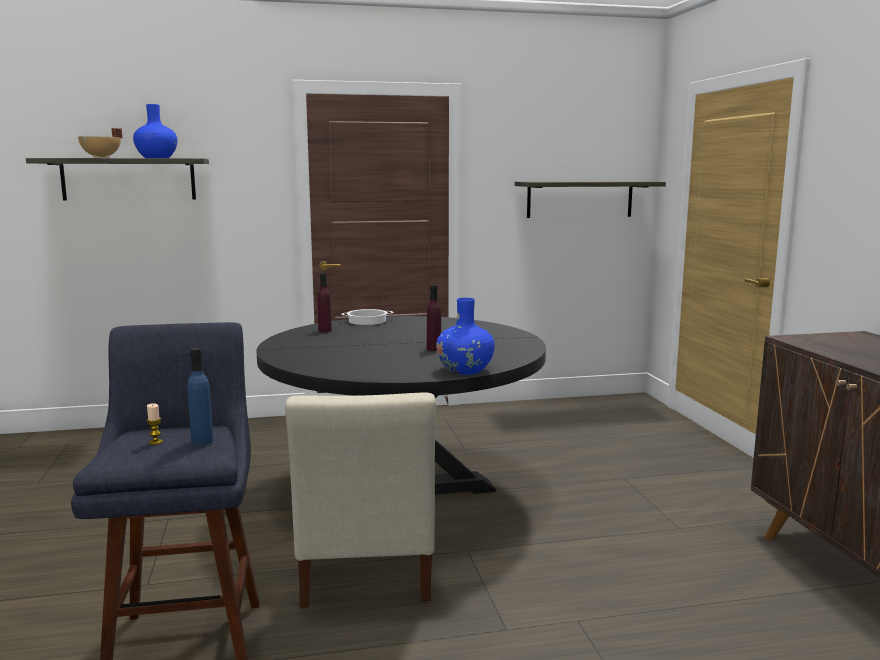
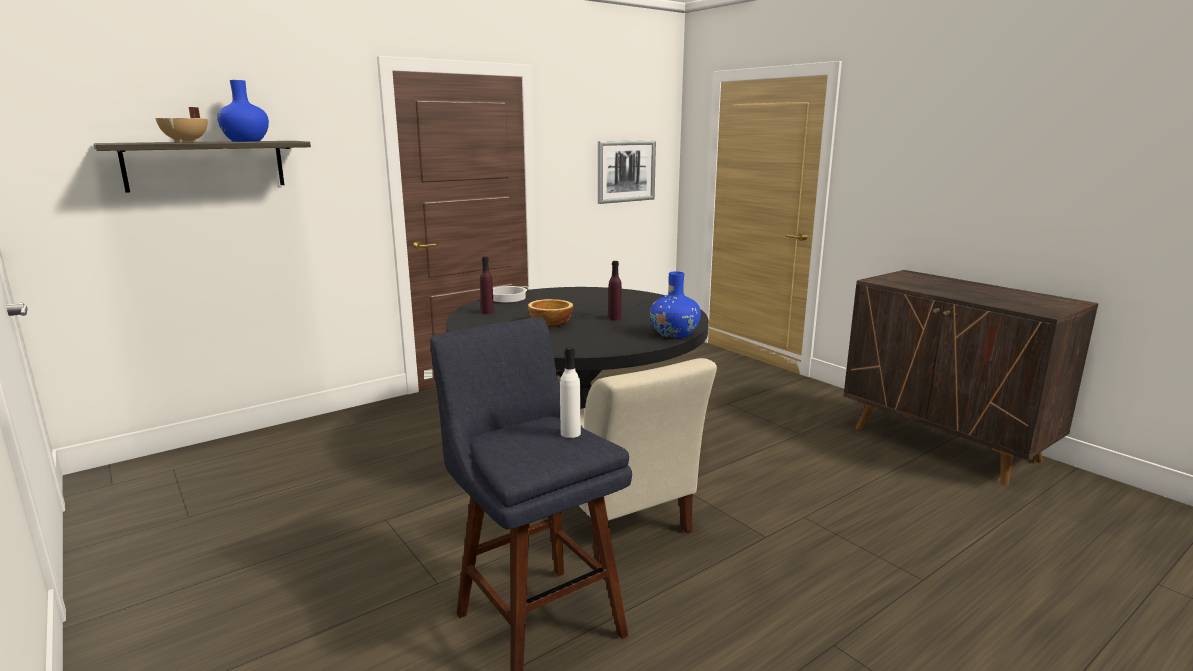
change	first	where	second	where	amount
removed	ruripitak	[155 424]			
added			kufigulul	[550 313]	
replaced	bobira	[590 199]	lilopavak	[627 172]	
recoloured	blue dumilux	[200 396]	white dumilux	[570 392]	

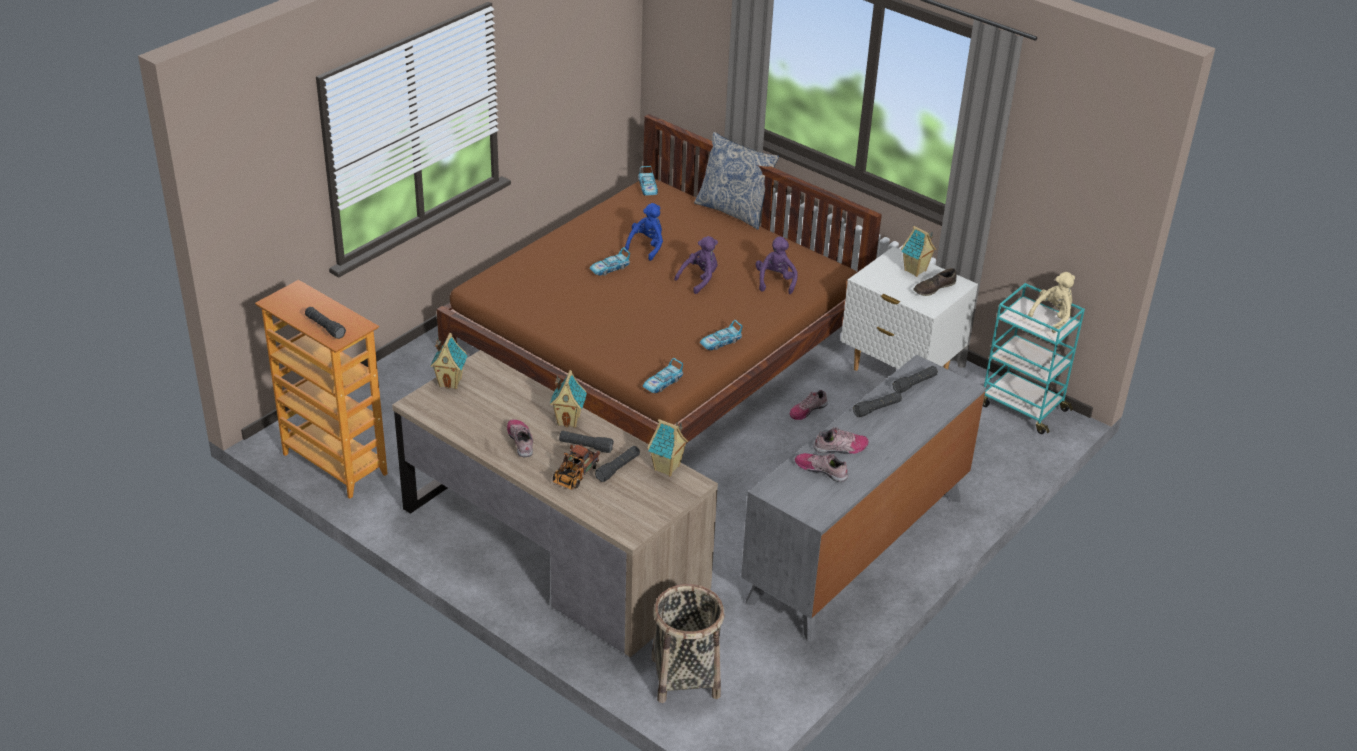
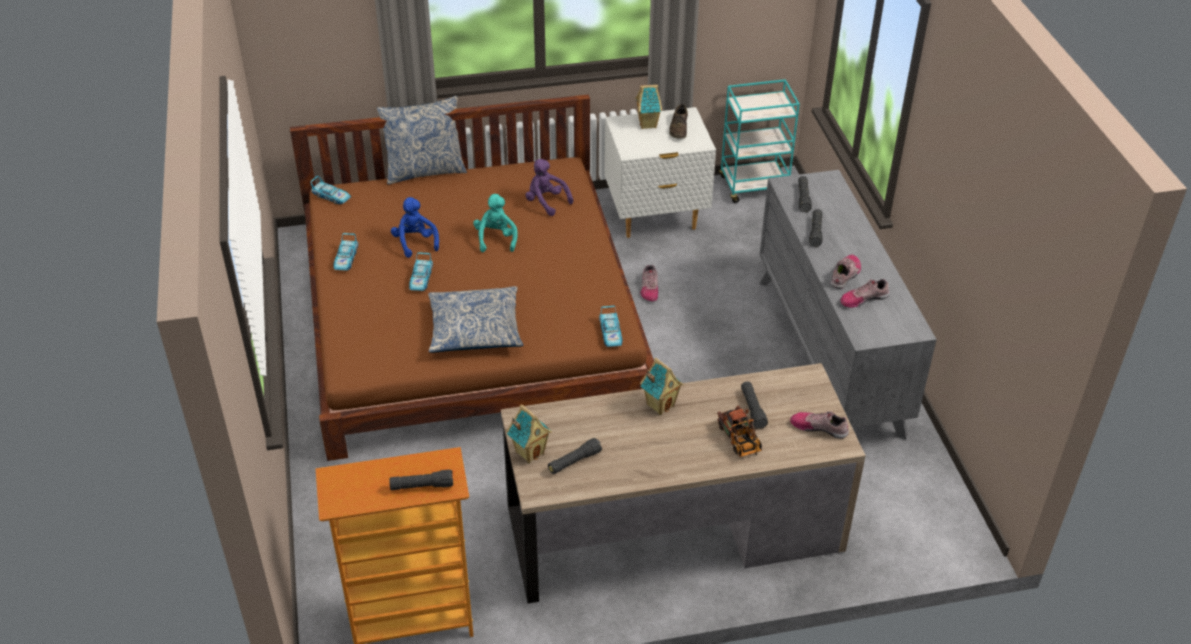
change	first	where	second	where	amount
removed	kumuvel	[667 447]			
removed	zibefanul	[687 643]			
removed	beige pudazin	[1051 302]			
added			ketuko	[475 319]	
moved	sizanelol	[520 438]		[819 425]	
moved	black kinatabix	[586 442]		[575 456]	
moved	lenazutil	[721 335]		[345 252]	
recoloured	purple pudazin	[696 265]	turquoise pudazin	[495 223]	

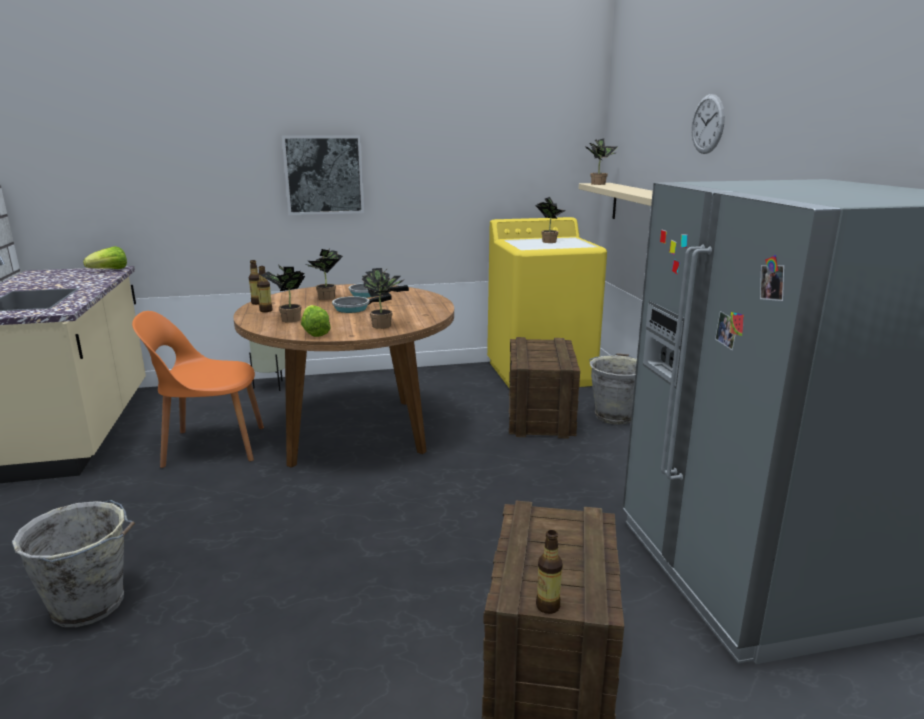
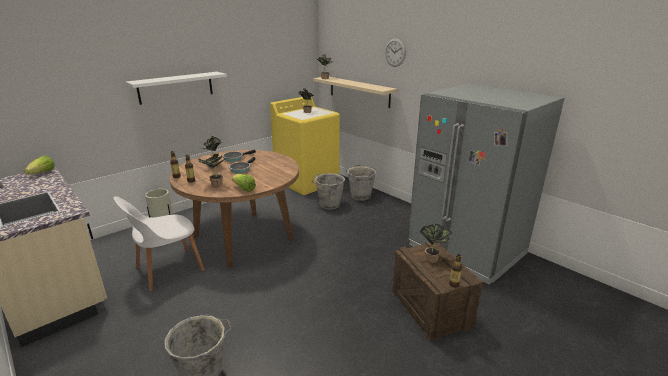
change	first	where	second	where	amount
moved	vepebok	[382 298]		[437 243]	
replaced	lilopavak	[323 175]	white bobira	[176 88]	
replaced	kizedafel	[544 388]	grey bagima	[328 191]	
recoloured	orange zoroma	[198 389]	white zoroma	[159 244]	

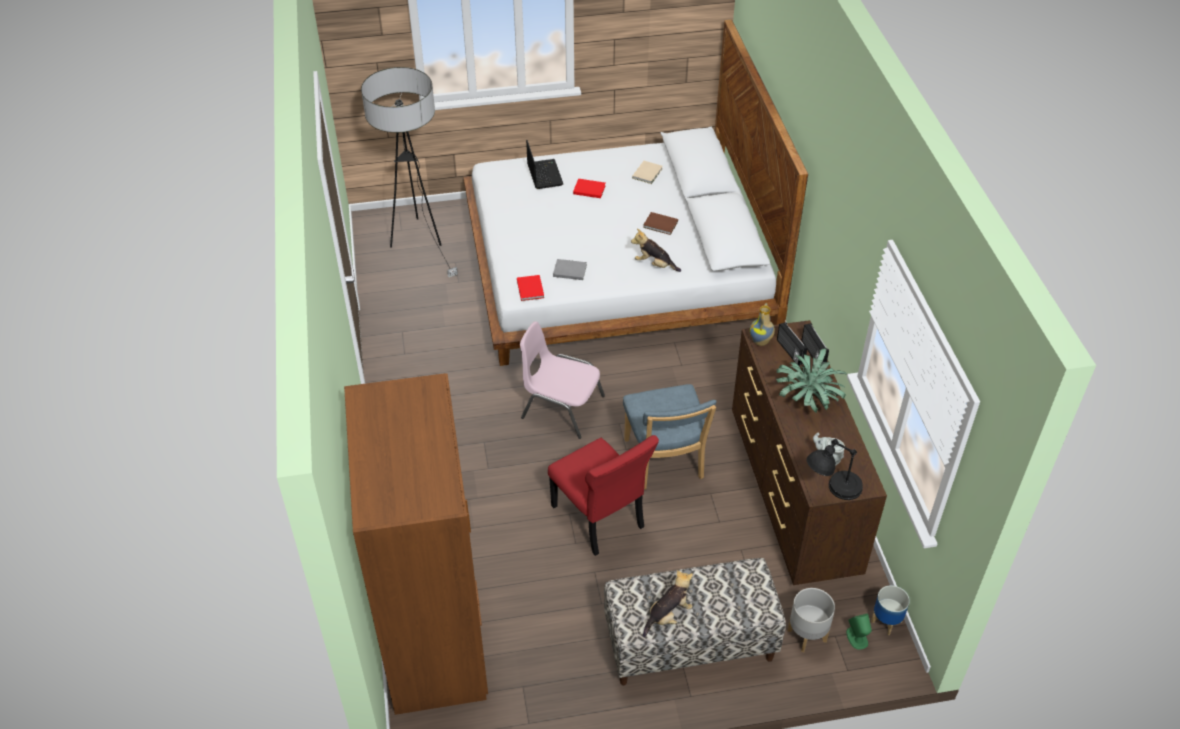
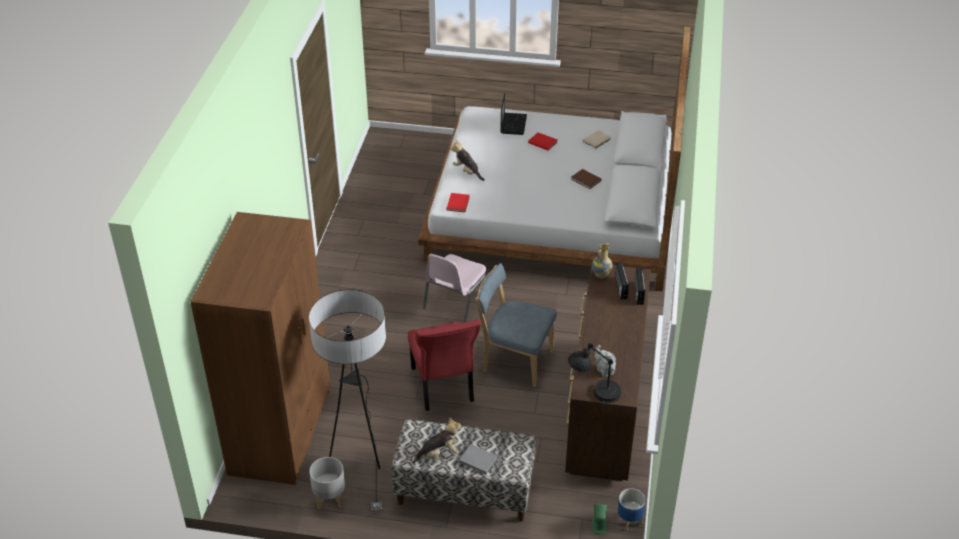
change	first	where	second	where	amount
removed	vepebok	[811 380]			
moved	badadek	[409 172]		[347 400]	
moved	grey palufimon	[570 269]		[478 459]	
moved	pudazin	[656 250]		[467 160]	
moved	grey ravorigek	[811 620]		[327 483]	
turned	pink zoroma	[562 380]		[455 288]	105 degrees counterclockwise
turned	blue zoroma	[669 437]		[516 325]	105 degrees clockwise

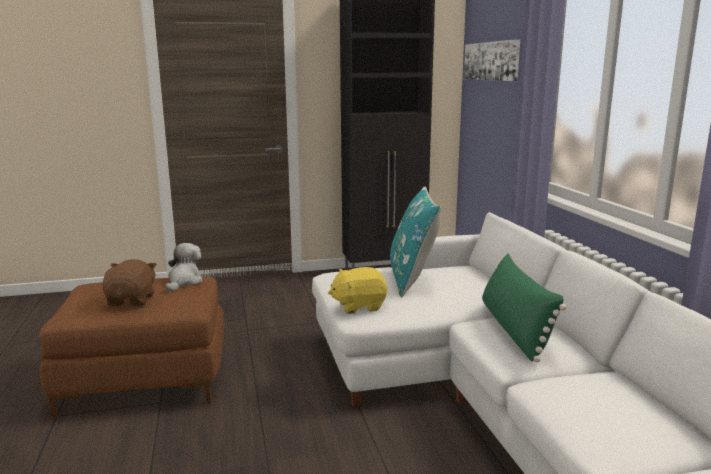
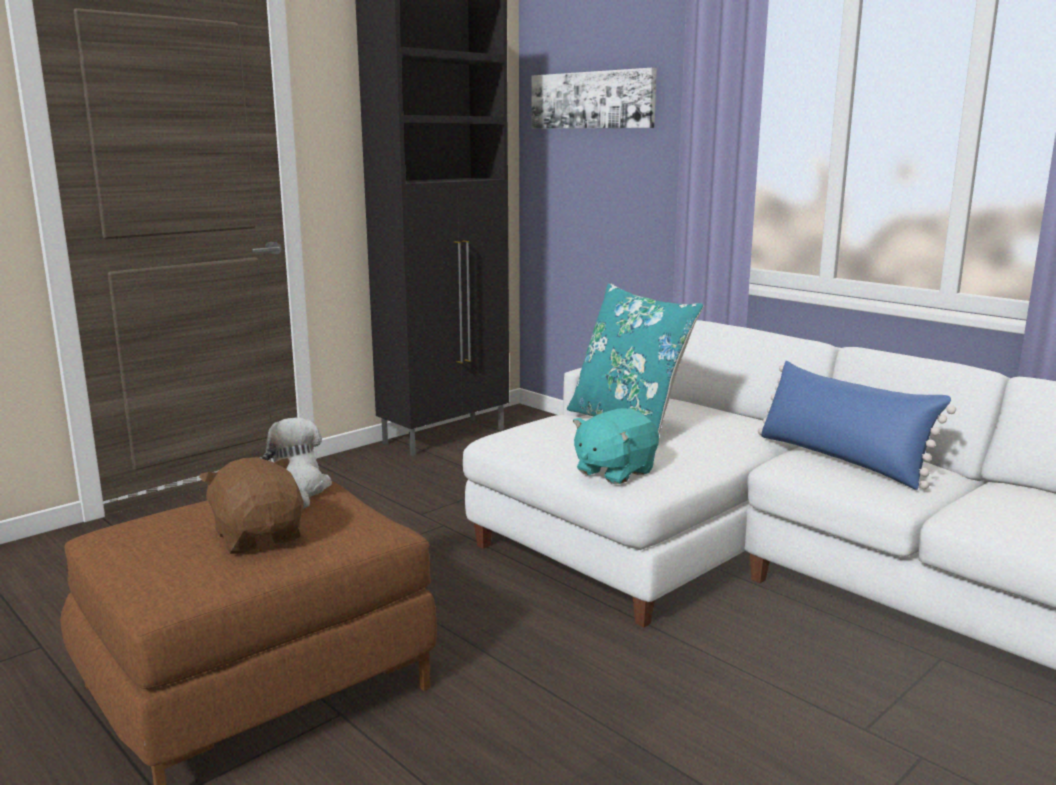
change	first	where	second	where	amount
recoloured	yellow pudazin	[357 290]	turquoise pudazin	[616 446]	
recoloured	green ketuko	[524 308]	blue ketuko	[857 425]	

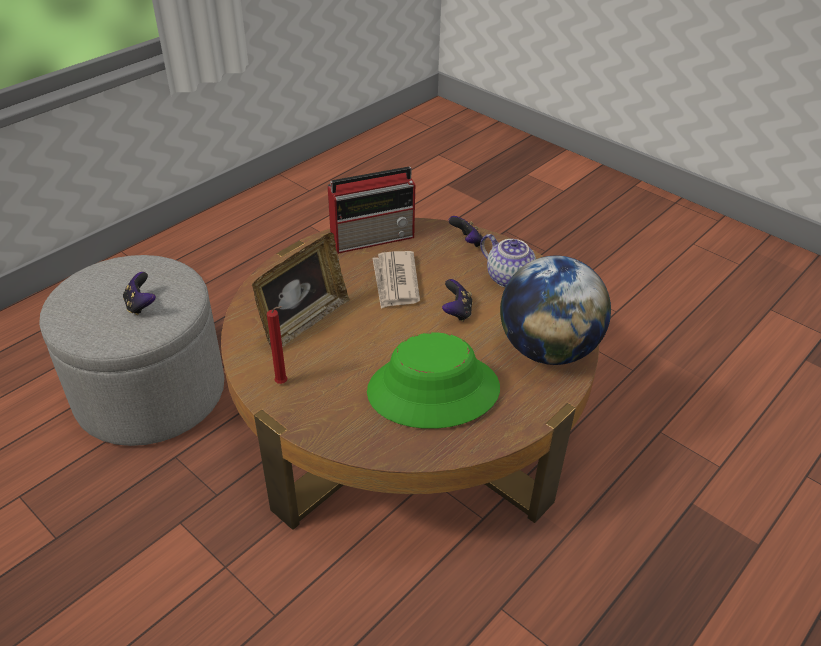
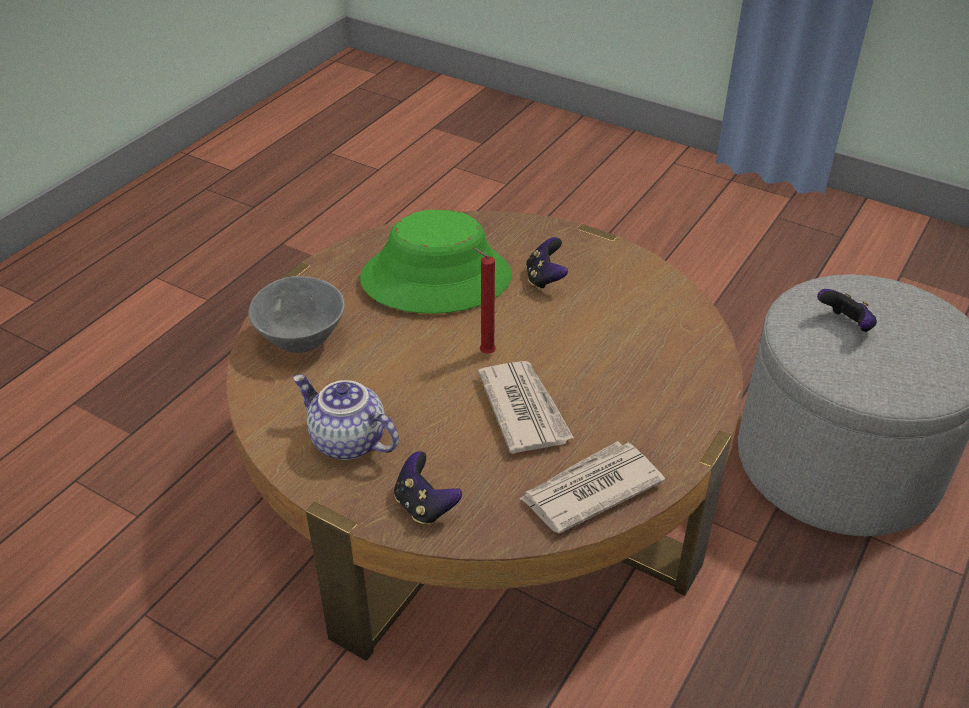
change	first	where	second	where	amount
removed	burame	[301 291]			
moved	red ruripitak	[277 345]		[484 301]	
moved	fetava	[457 300]		[547 263]	
replaced	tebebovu	[372 210]	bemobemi	[592 487]	
replaced	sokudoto	[555 310]	grey kufigulul	[296 314]	

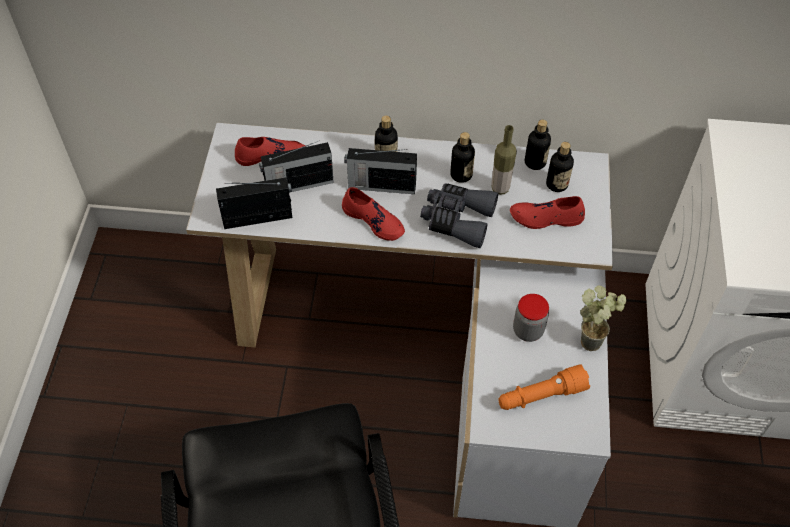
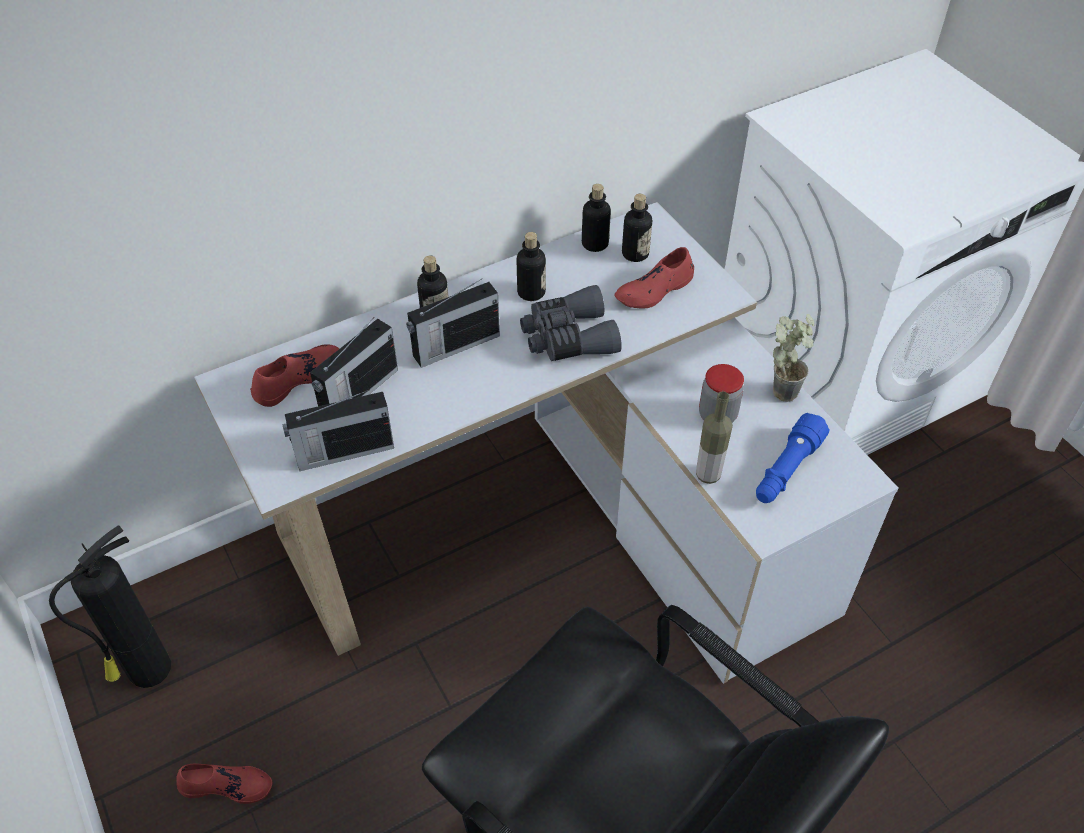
change	first	where	second	where	amount
added			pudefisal	[110 606]	
moved	red sizanelol	[373 214]		[224 784]	
moved	dumilux	[504 160]		[714 437]	
recoloured	orange kinatabix	[544 387]	blue kinatabix	[792 458]	
turned	tebebovu	[254 203]		[338 430]	150 degrees counterclockwise

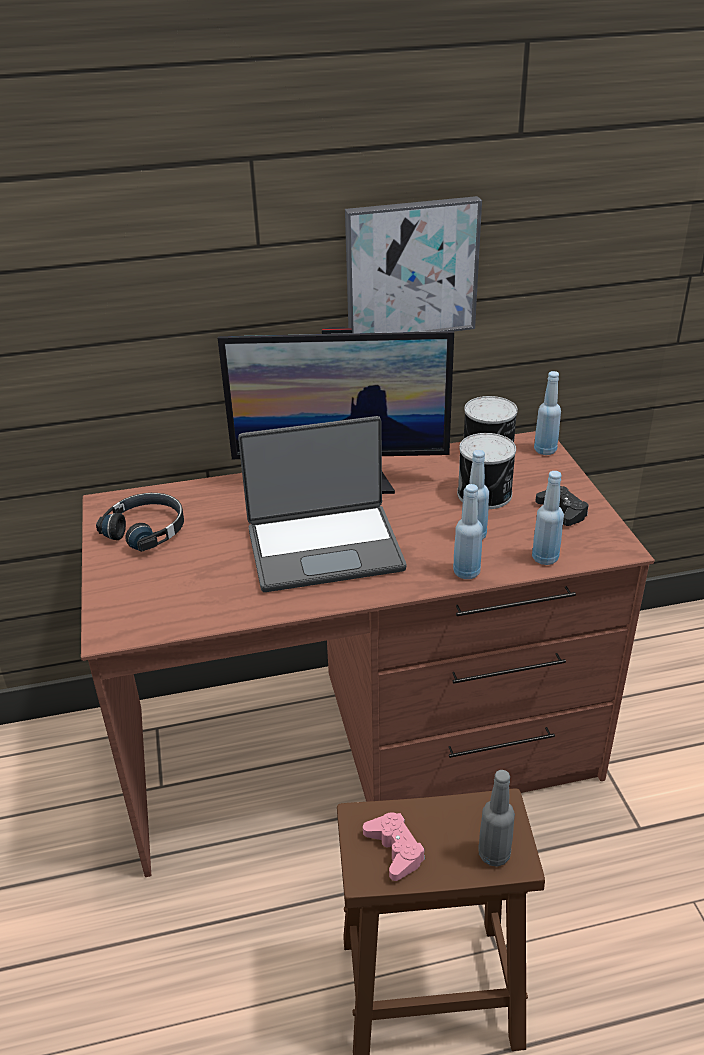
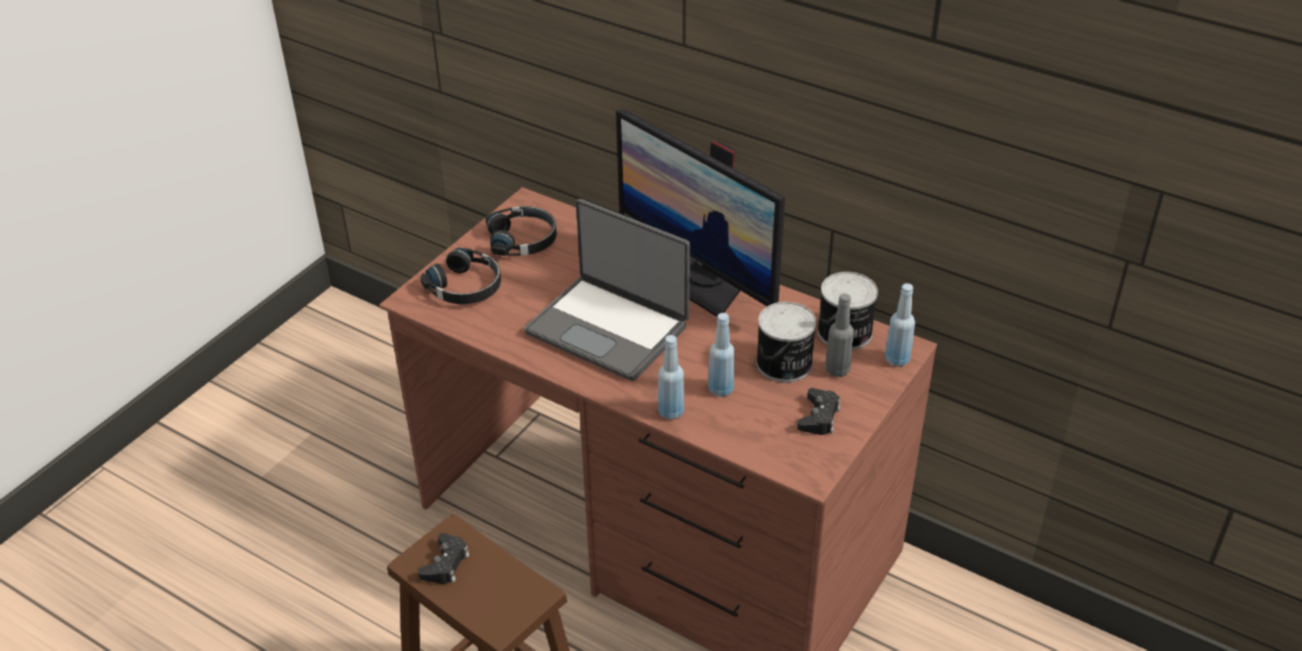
change	first	where	second	where	amount
removed	lilopavak	[413 264]			
removed	blue dumilux	[548 518]			
added			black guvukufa	[460 276]	
moved	grey dumilux	[496 818]		[839 335]	
recoloured	pink fetava	[394 846]	black fetava	[443 558]	

